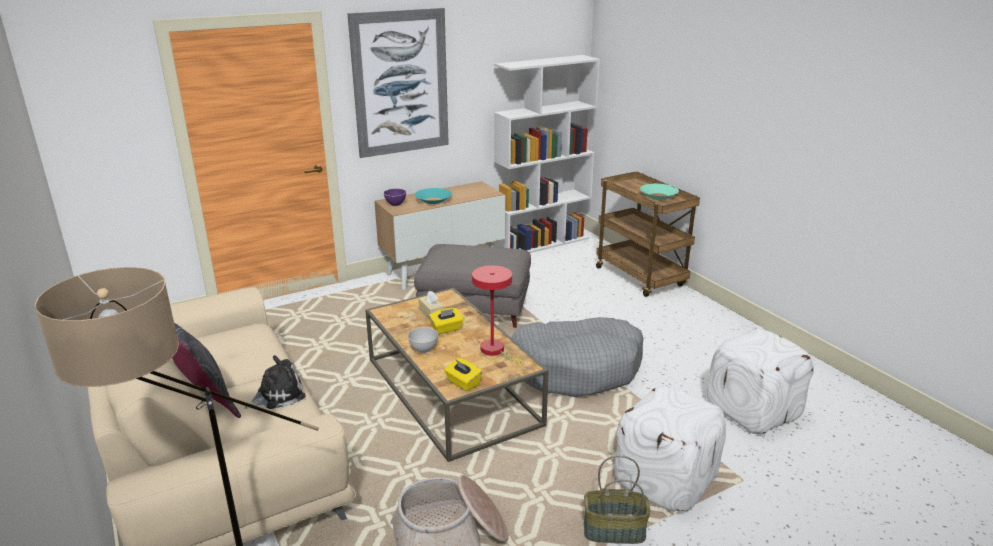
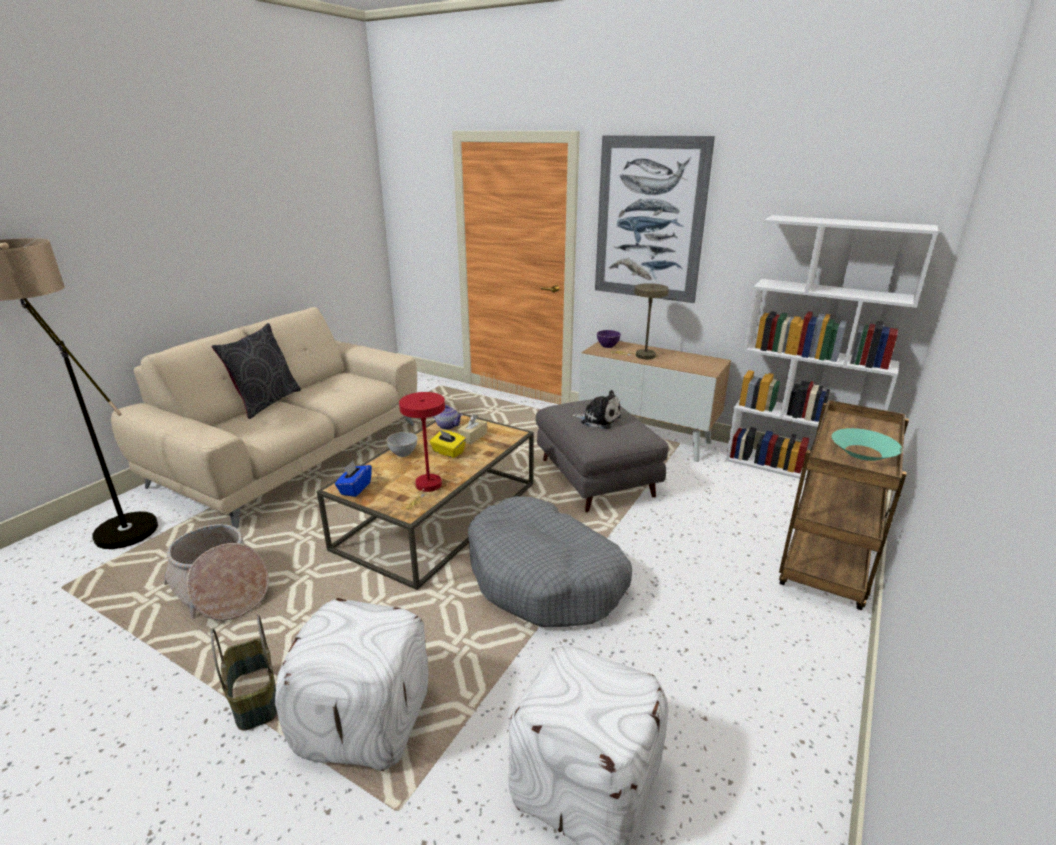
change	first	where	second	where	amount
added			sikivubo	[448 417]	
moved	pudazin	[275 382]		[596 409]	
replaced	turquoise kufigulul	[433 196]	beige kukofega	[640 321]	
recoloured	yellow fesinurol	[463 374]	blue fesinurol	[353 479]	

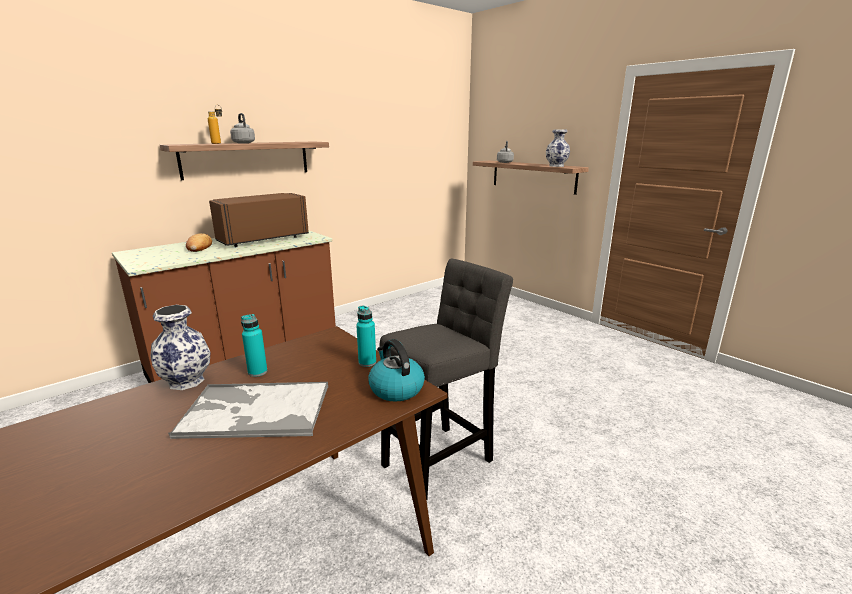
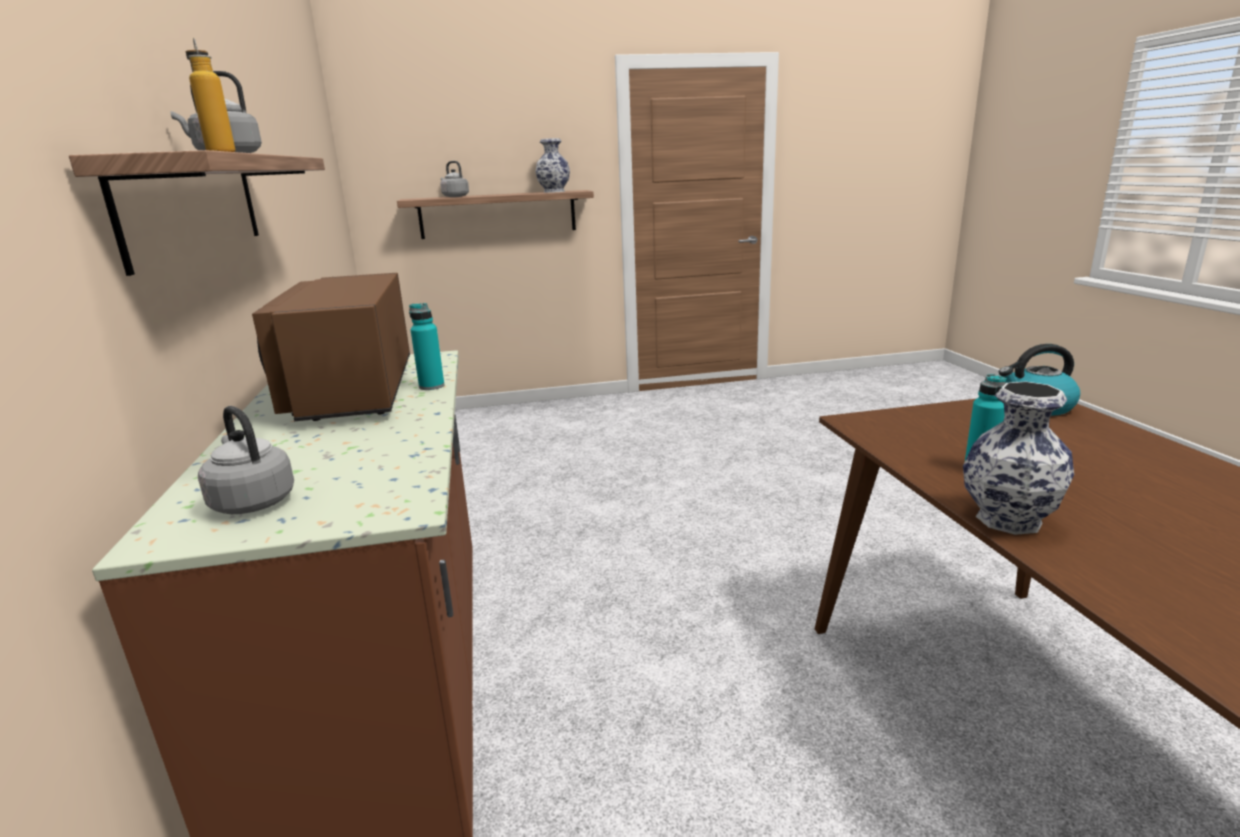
change	first	where	second	where	amount
removed	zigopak	[248 410]			
removed	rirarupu	[199 242]			
removed	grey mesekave	[446 379]			
added			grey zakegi	[246 460]	
moved	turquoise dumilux	[366 336]		[426 346]	

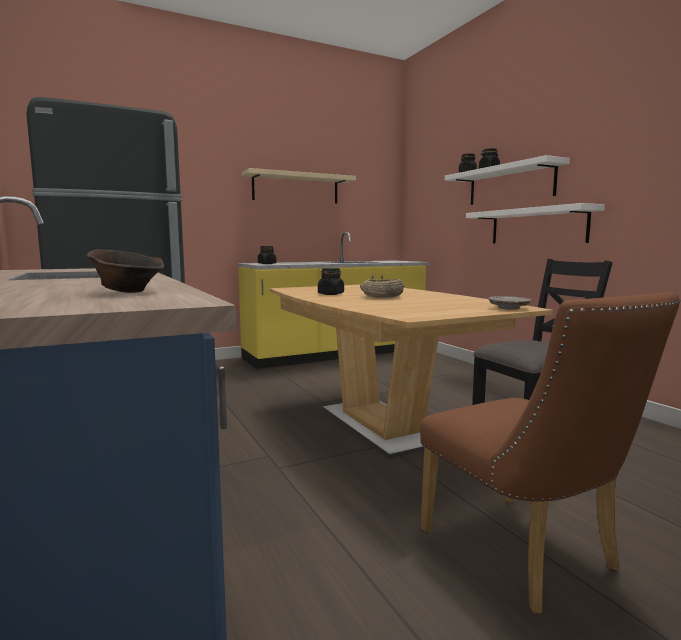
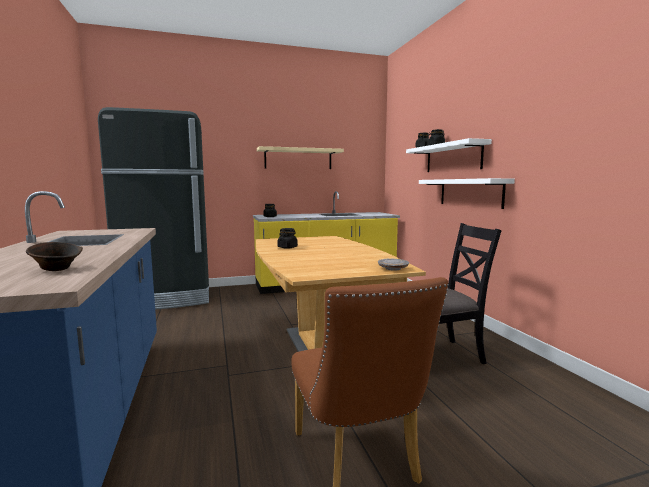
change	first	where	second	where	amount
removed	beige kufigulul	[382 288]			

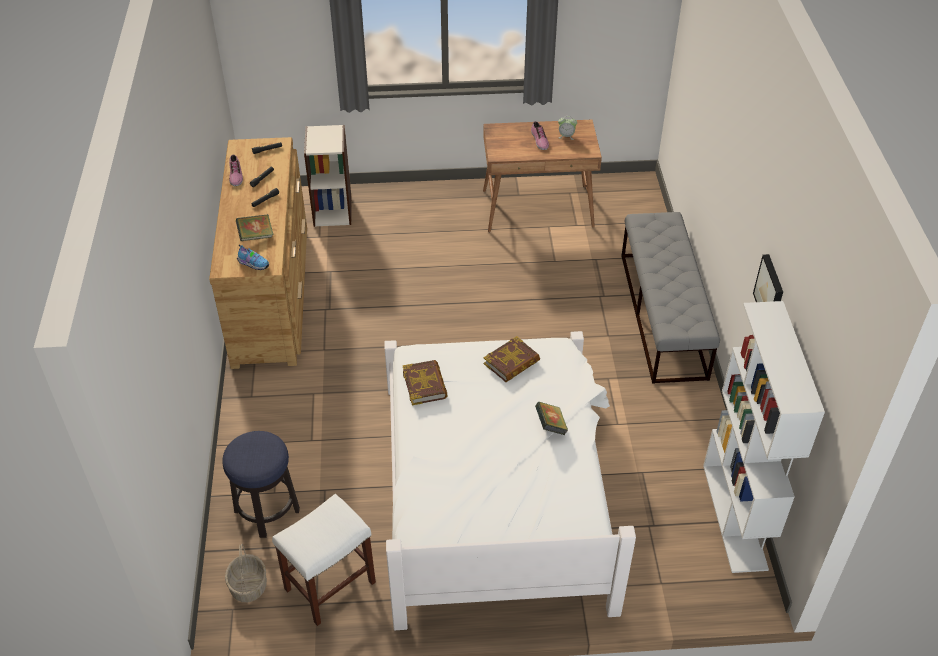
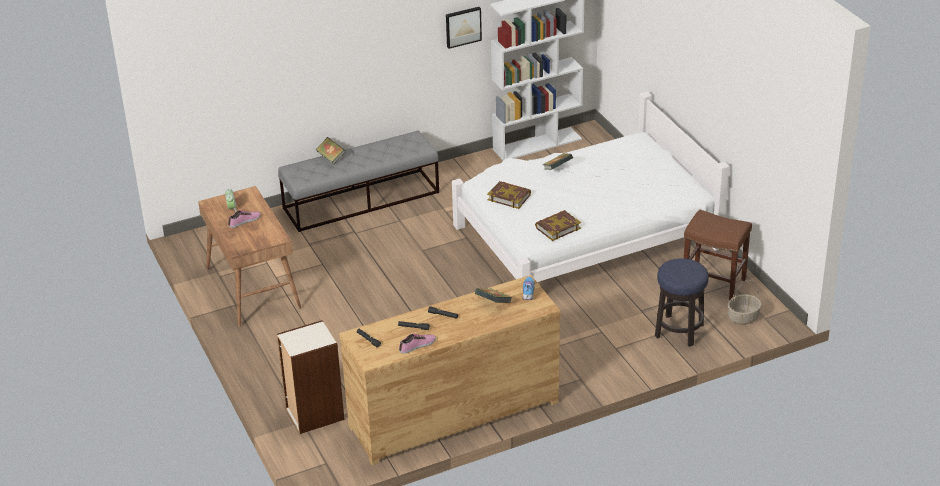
change	first	where	second	where	amount
added			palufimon	[331 150]	
recoloured	white mesekave	[324 560]	brown mesekave	[718 254]	

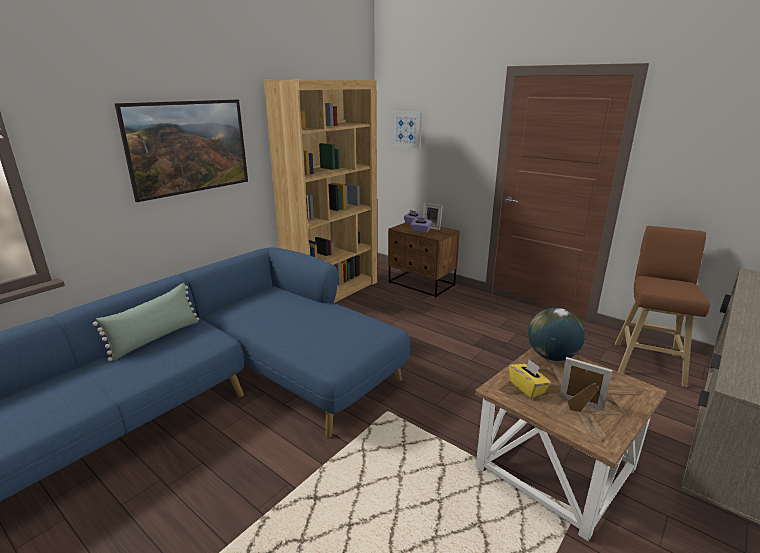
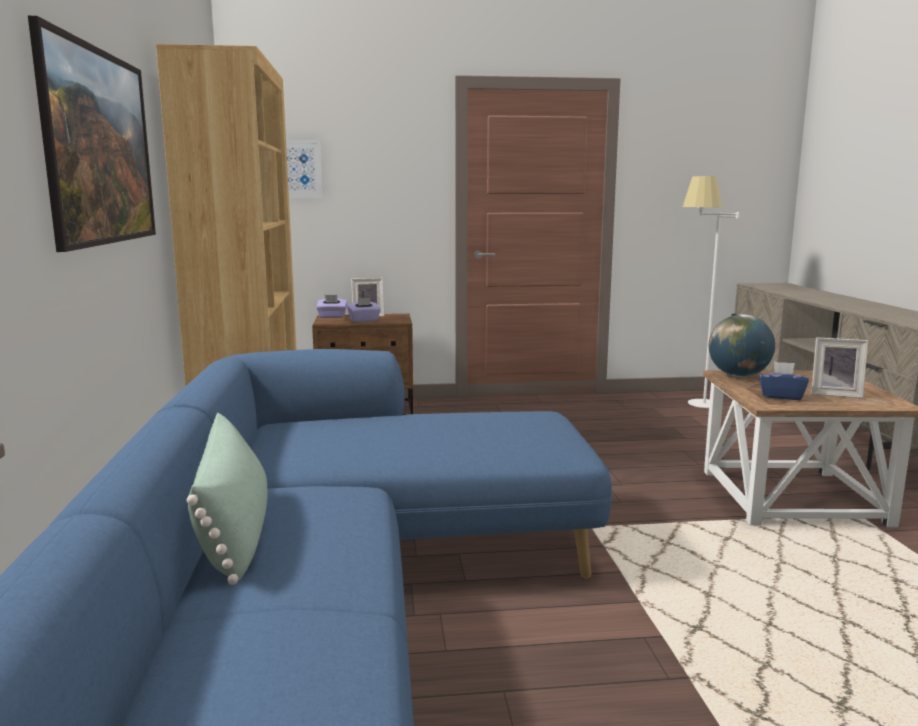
change	first	where	second	where	amount
replaced	brown mesekave	[662 306]	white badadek	[711 292]	
recoloured	yellow fesinurol	[530 378]	blue fesinurol	[784 381]	
turned	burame	[586 384]		[839 367]	150 degrees counterclockwise

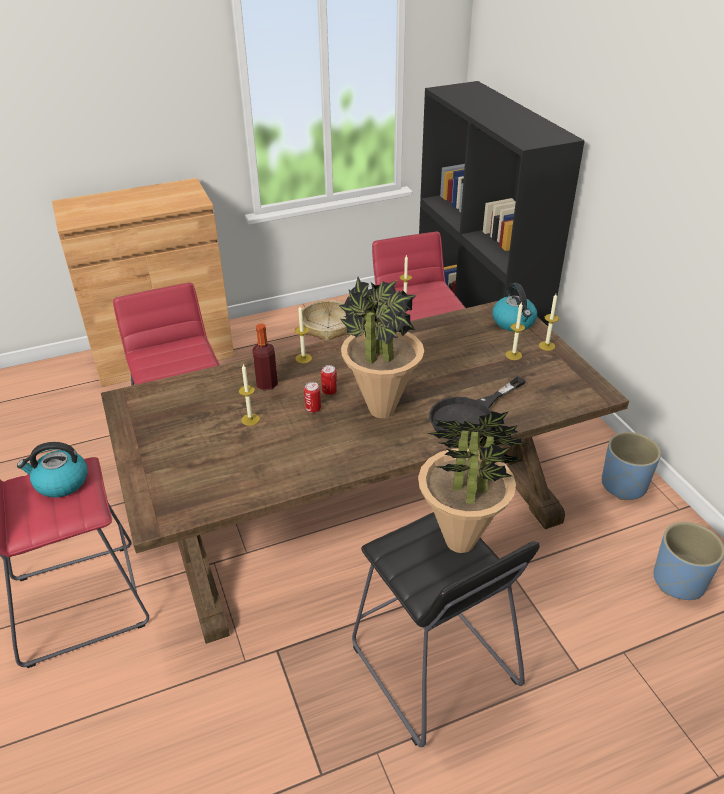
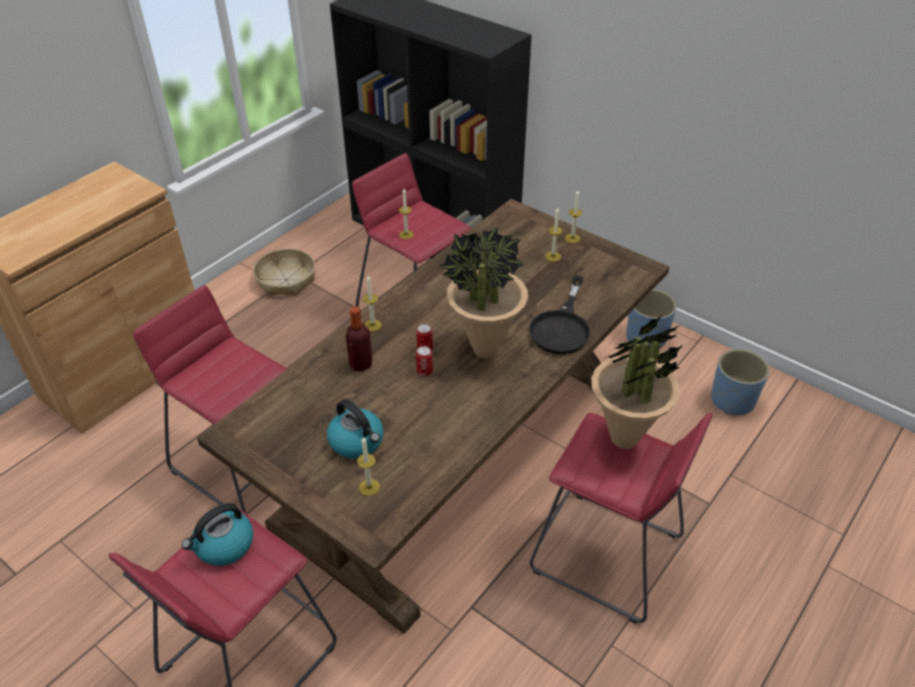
change	first	where	second	where	amount
moved	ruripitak	[249 395]		[368 466]	
moved	zakegi	[514 307]		[355 429]	
recoloured	black mesekave	[446 629]	red mesekave	[621 518]	

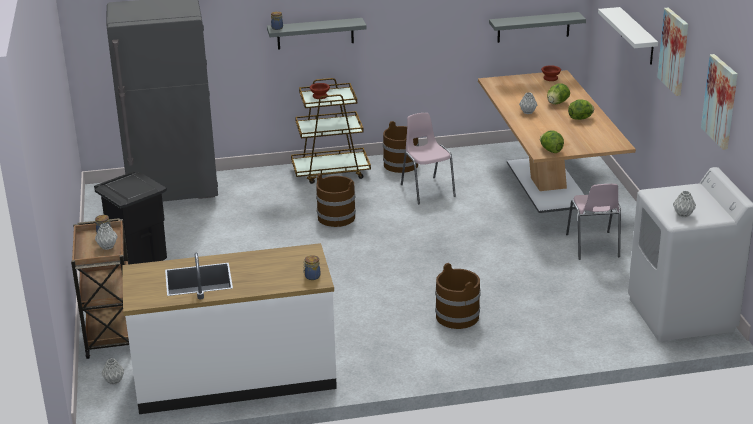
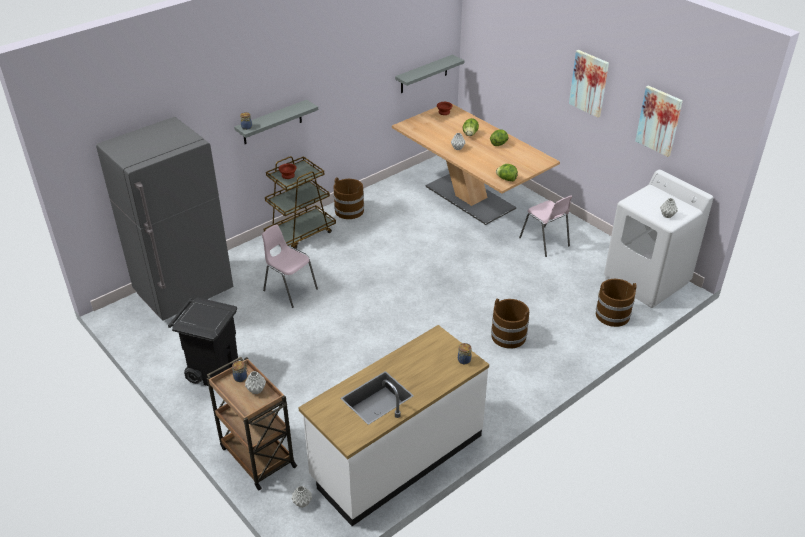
change	first	where	second	where	amount
removed	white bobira	[628 36]			
moved	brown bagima	[336 200]		[616 303]	
moved	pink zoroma	[428 159]		[290 266]	

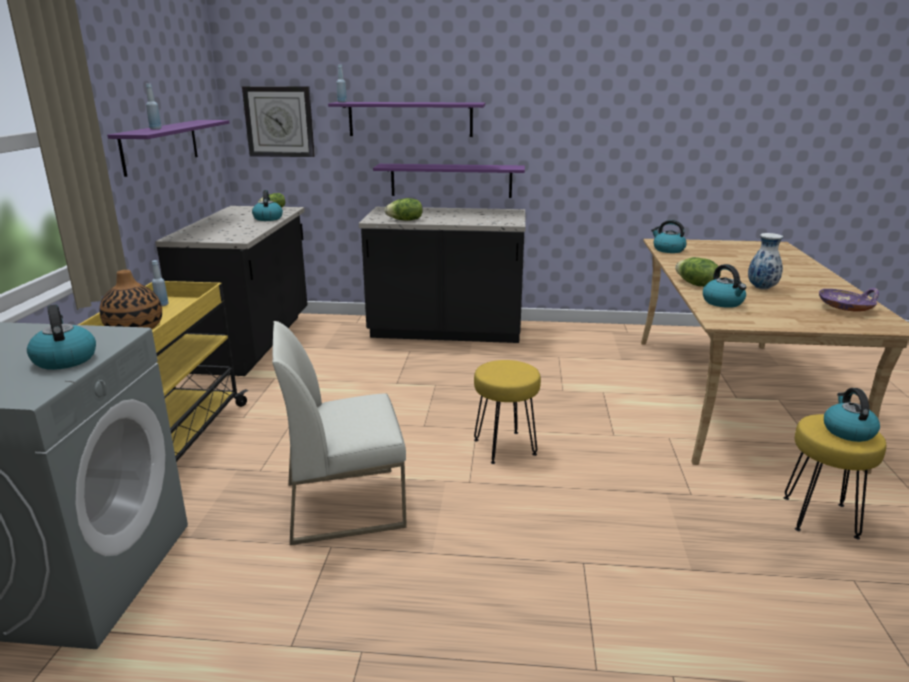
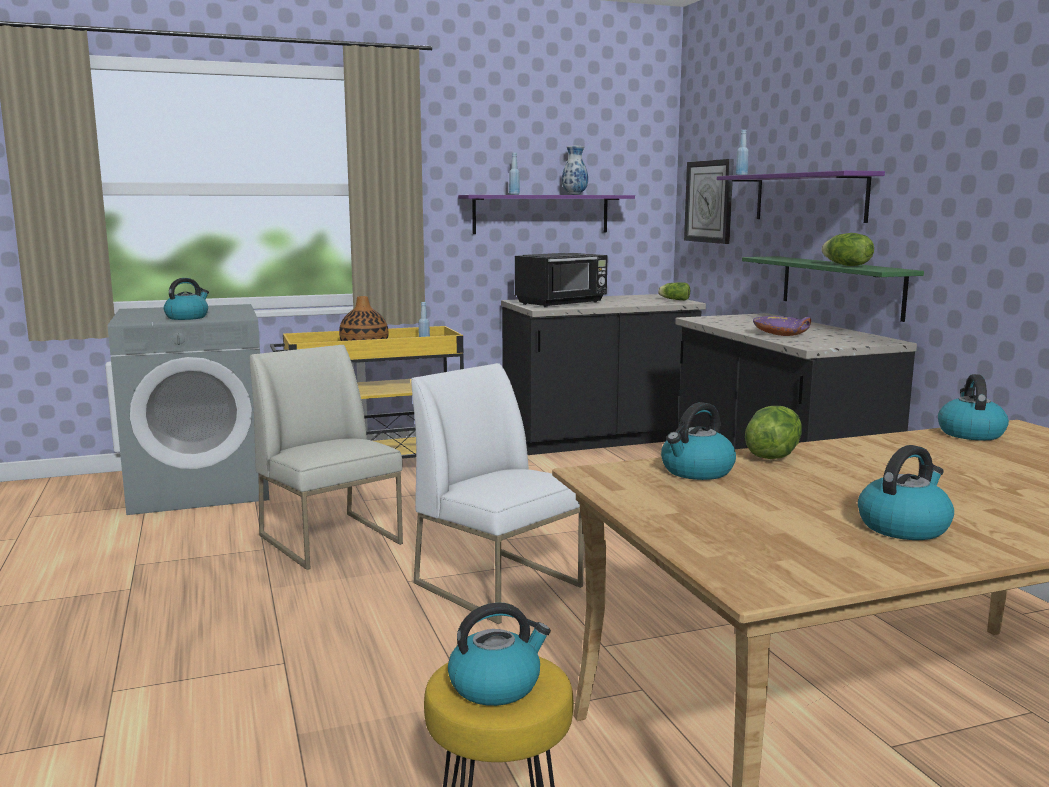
change	first	where	second	where	amount
added			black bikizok	[561 280]	
moved	zakegi	[267 205]		[906 492]	
moved	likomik	[403 209]		[847 249]	
moved	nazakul	[765 261]		[575 170]	
moved	purple kufigulul	[849 300]		[782 326]	
replaced	yellow mesekave	[507 412]	white zoroma	[497 493]	
recoloured	purple bobira	[449 181]	green bobira	[833 289]	

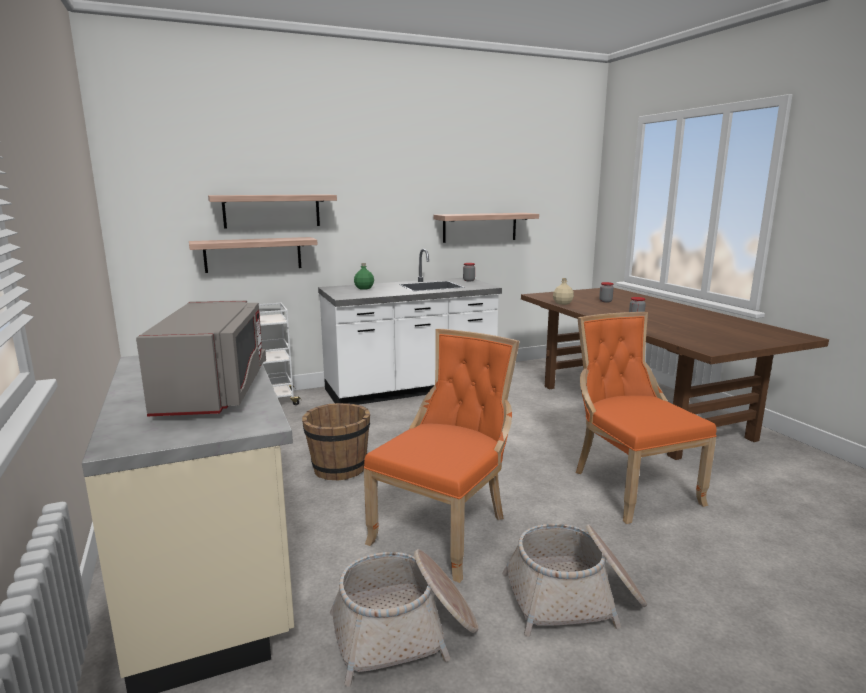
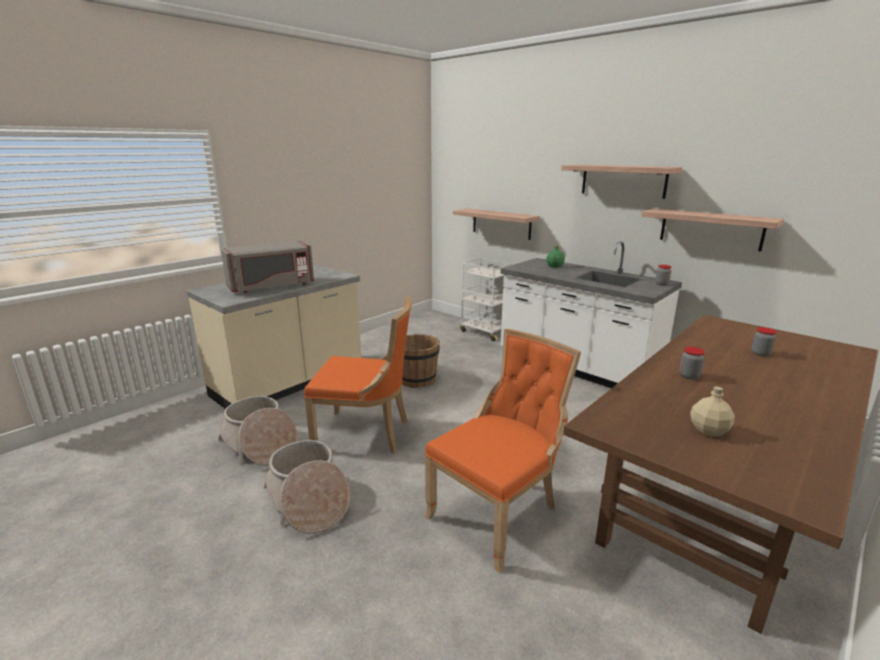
change	first	where	second	where	amount
moved	bobira	[272 212]		[621 182]	
moved	beige dumilux	[563 291]		[712 411]	

